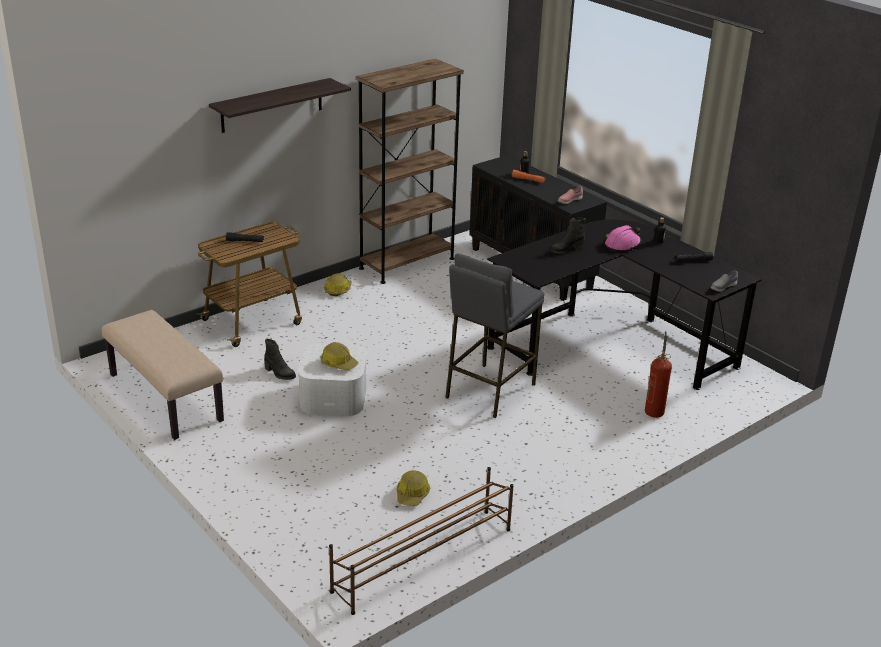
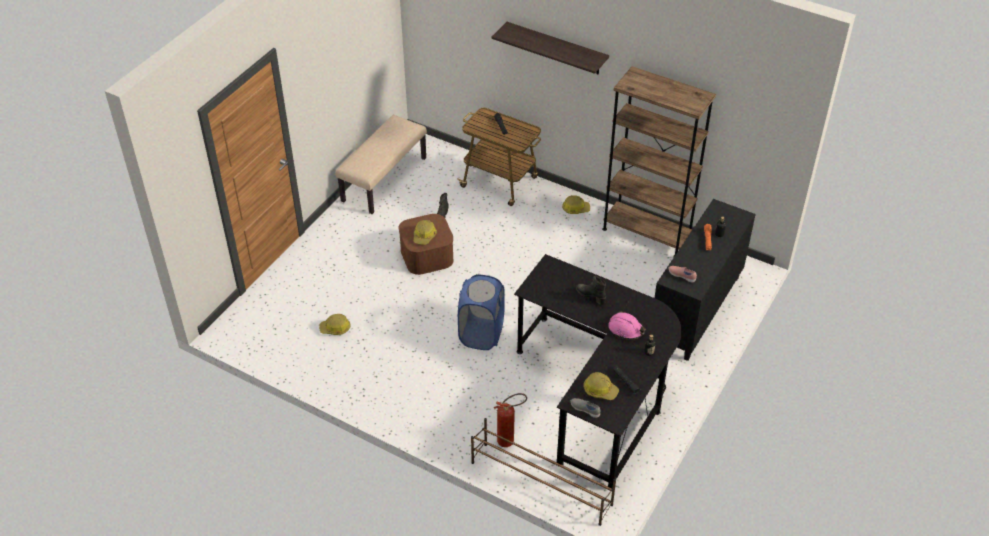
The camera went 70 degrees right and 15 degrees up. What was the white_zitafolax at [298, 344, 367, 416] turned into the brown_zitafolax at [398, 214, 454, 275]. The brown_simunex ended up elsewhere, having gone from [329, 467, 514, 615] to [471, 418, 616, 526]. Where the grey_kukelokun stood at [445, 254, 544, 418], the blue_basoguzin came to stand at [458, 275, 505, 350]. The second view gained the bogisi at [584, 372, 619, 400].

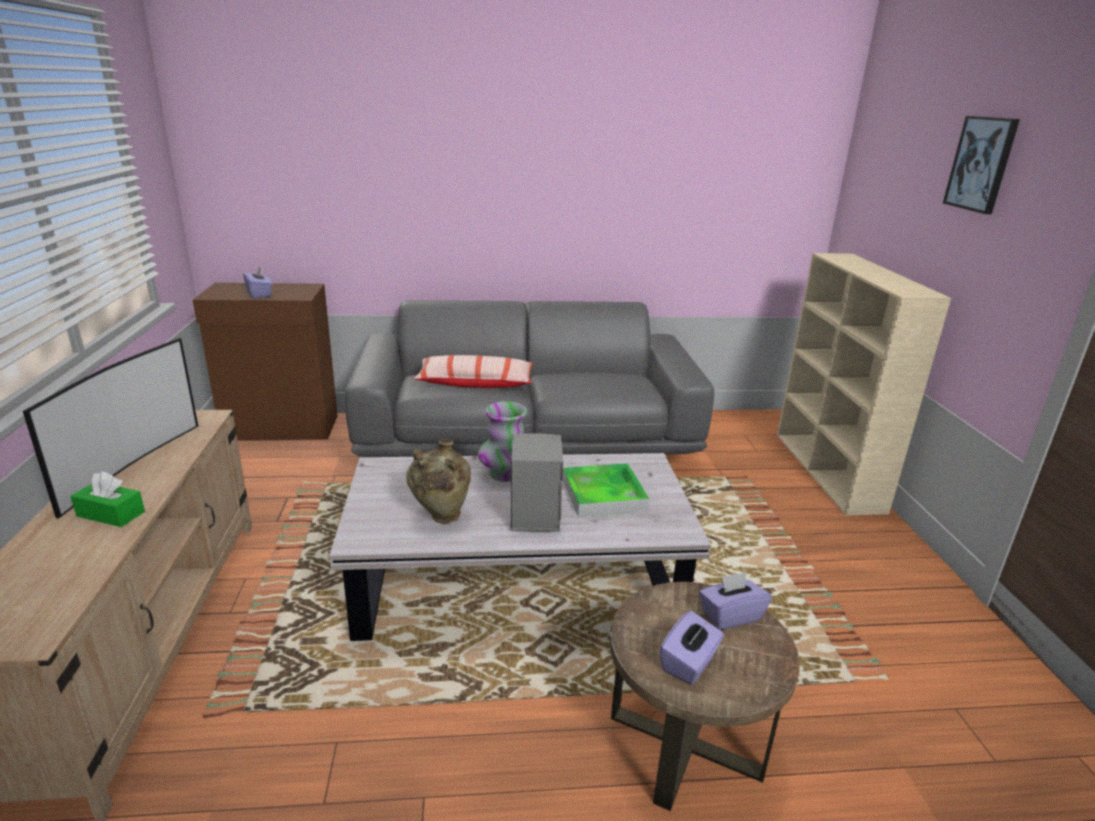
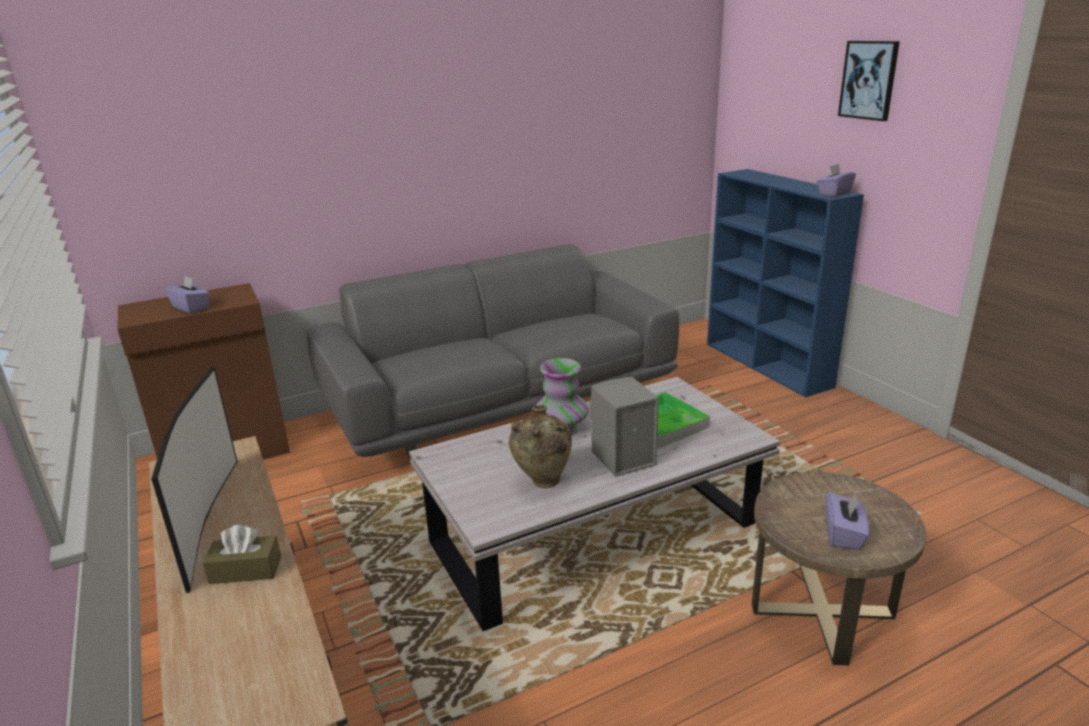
The camera went 20 degrees left and 0 degrees up. What was the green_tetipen at [70, 471, 145, 527] turned into the brown_tetipen at [203, 525, 281, 584]. The second view lost the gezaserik at [414, 355, 533, 388]. The purple_tetipen ended up elsewhere, having gone from [699, 572, 772, 630] to [817, 164, 856, 197]. What was the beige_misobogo at [777, 253, 951, 515] turned into the blue_misobogo at [707, 169, 864, 397].

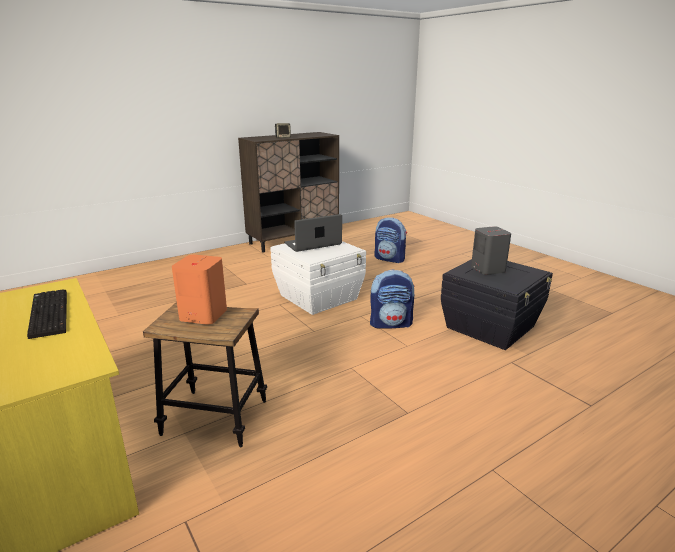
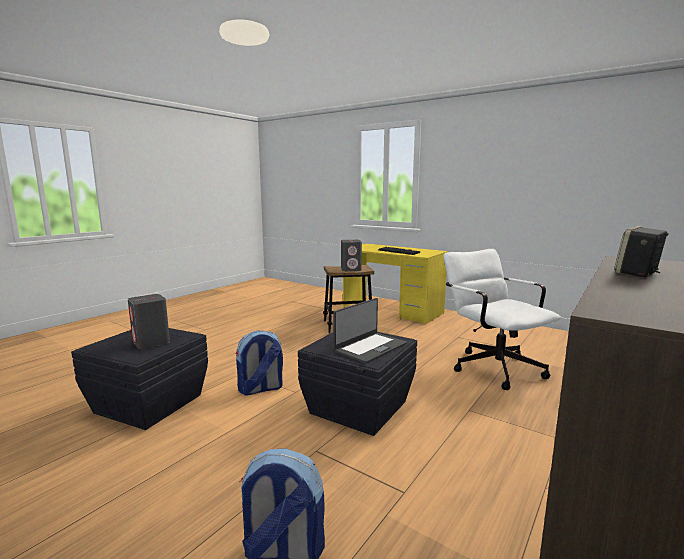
The camera went 160 degrees right and 10 degrees down. What was the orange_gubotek at [172, 255, 227, 325] turned into the grey_gubotek at [341, 240, 362, 271]. What was the white_zitafolax at [270, 241, 366, 315] turned into the black_zitafolax at [298, 332, 417, 436]. The second view gained the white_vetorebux at [443, 249, 561, 390].

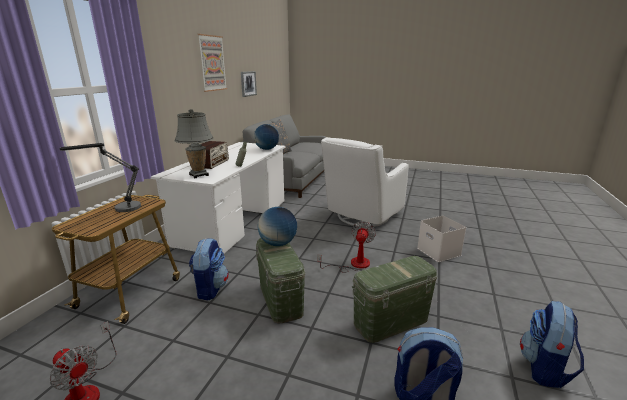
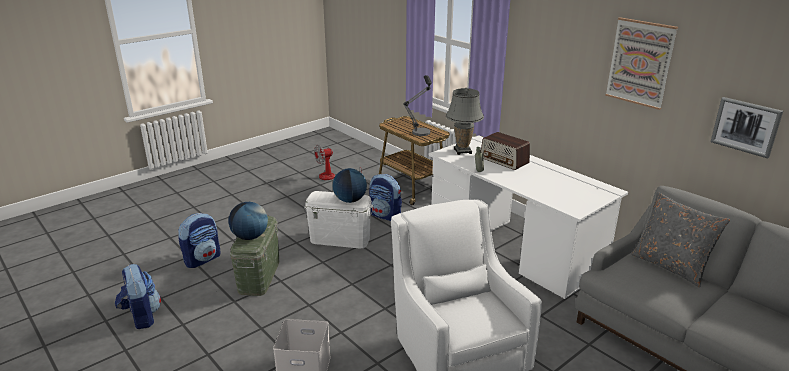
The camera went 120 degrees right and 5 degrees up. The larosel ended up elsewhere, having gone from [254, 124, 279, 150] to [228, 202, 268, 240]. What was the green_zitafolax at [256, 238, 305, 324] turned into the white_zitafolax at [304, 191, 373, 248]. The second view lost the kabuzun at [317, 221, 376, 273].

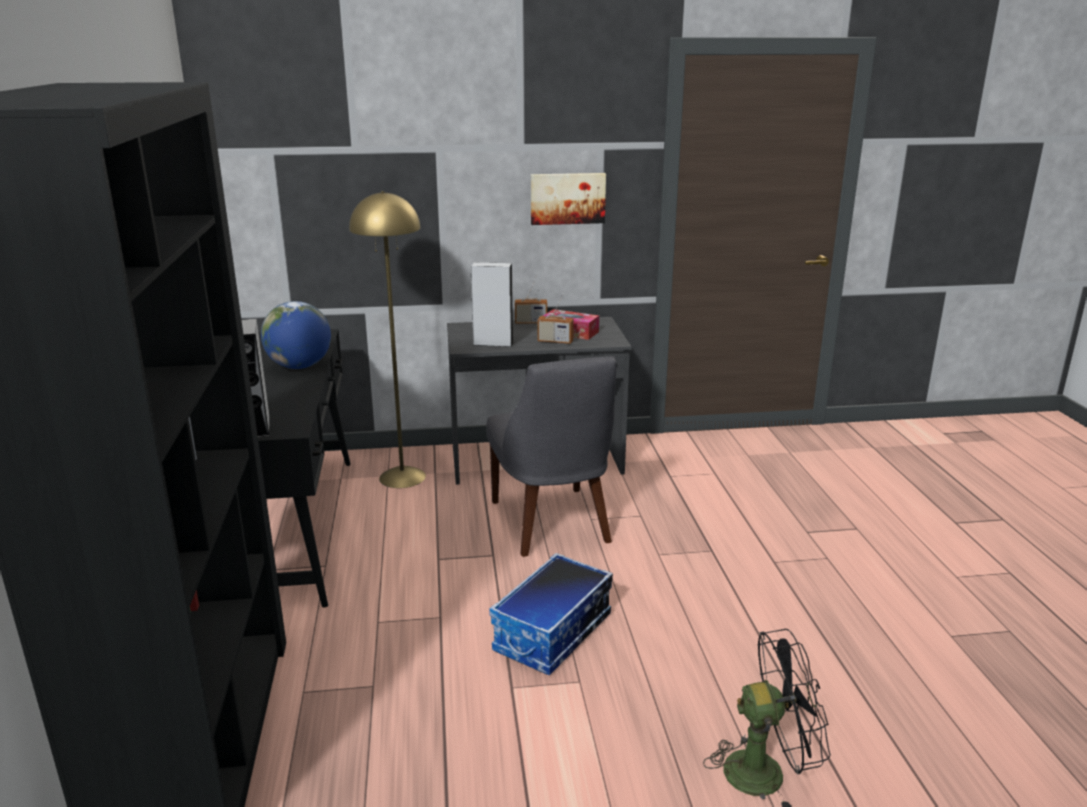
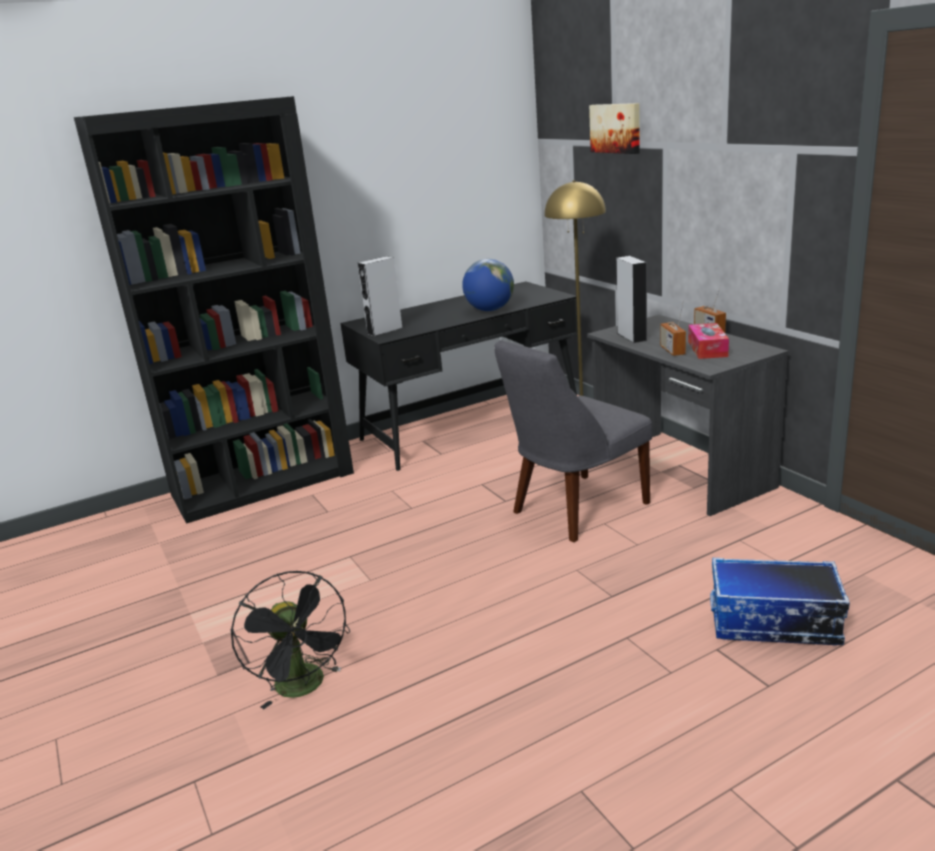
The camera went 70 degrees right and 0 degrees up. The zitafolax ended up elsewhere, having gone from [489, 553, 613, 675] to [710, 558, 850, 645]. The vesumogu ended up elsewhere, having gone from [531, 173, 606, 225] to [589, 103, 640, 154].

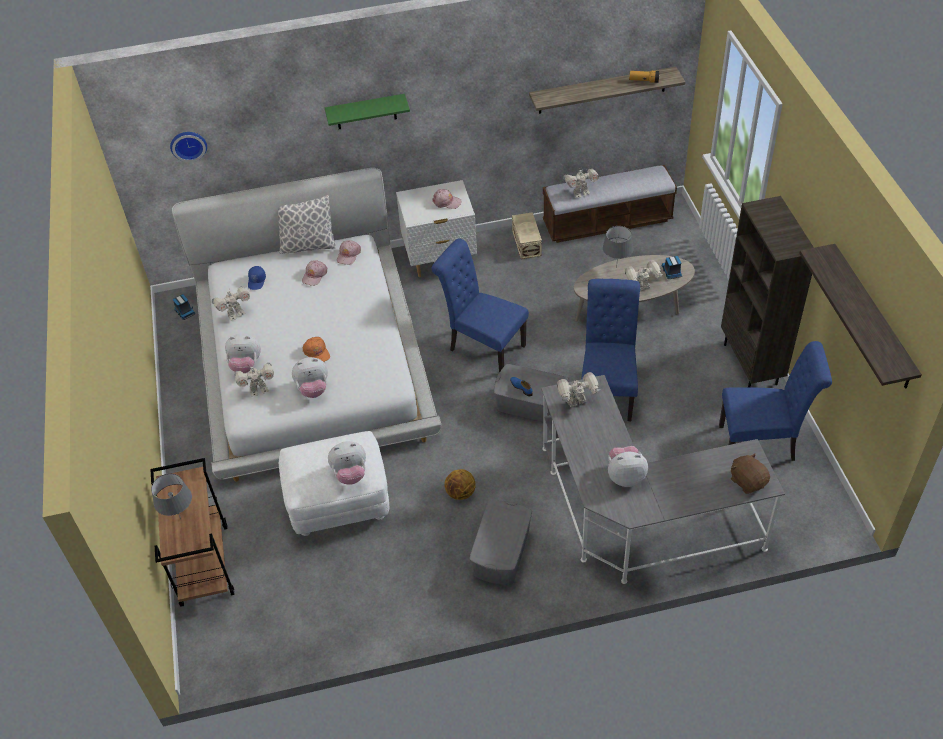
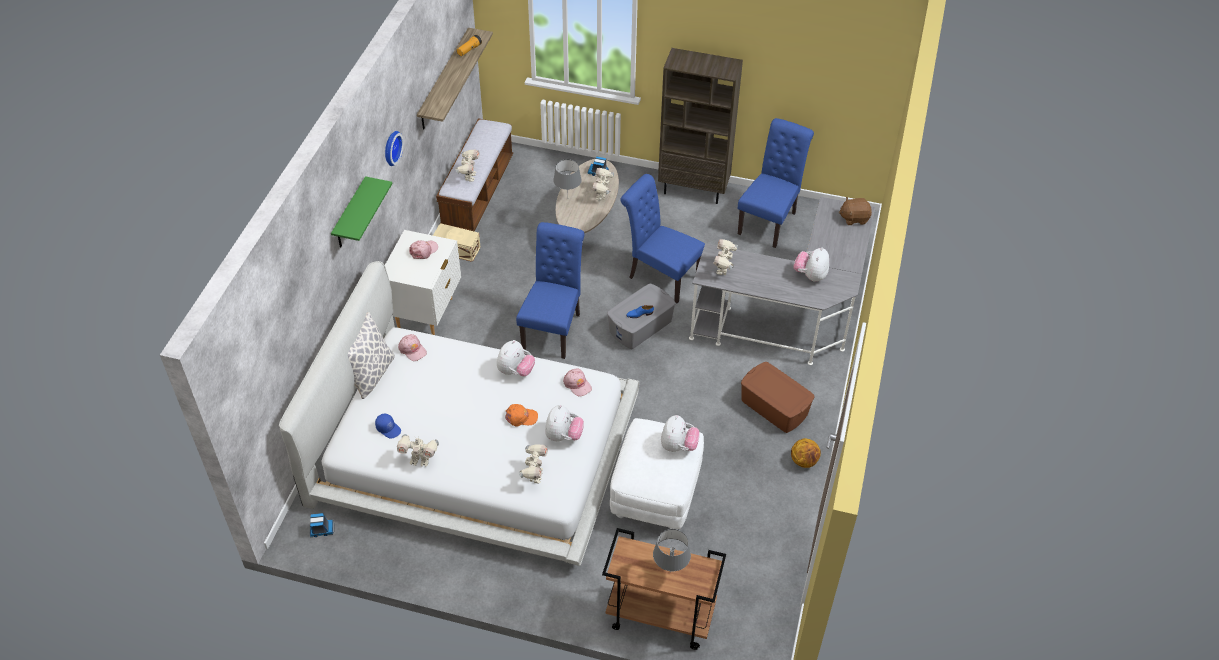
The camera went 65 degrees left and 0 degrees up. The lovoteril ended up elsewhere, having gone from [170, 132, 207, 162] to [385, 131, 404, 166]. The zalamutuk at [212, 286, 250, 321] ended up facing another way, 105 degrees clockwise from before. The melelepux ended up elsewhere, having gone from [225, 334, 261, 373] to [497, 340, 535, 376]. The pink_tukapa ended up elsewhere, having gone from [302, 260, 327, 286] to [563, 368, 592, 397]. The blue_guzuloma at [431, 238, 529, 373] ended up facing another way, 135 degrees clockwise from before. The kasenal ended up elsewhere, having gone from [444, 469, 476, 500] to [791, 438, 821, 468]. What was the grey_zitafolax at [469, 500, 532, 585] turned into the brown_zitafolax at [741, 362, 815, 433]. The second view lost the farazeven at [799, 244, 922, 389].

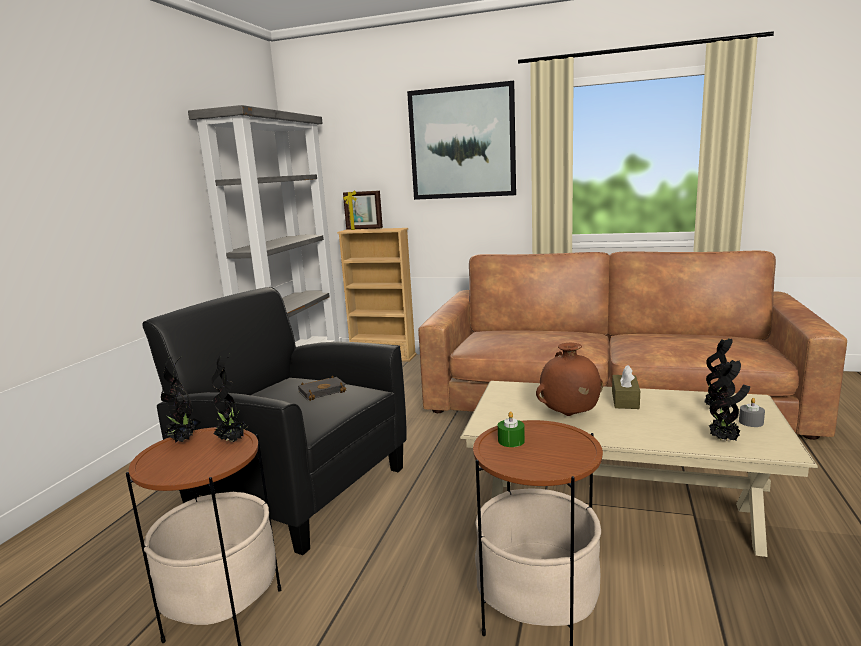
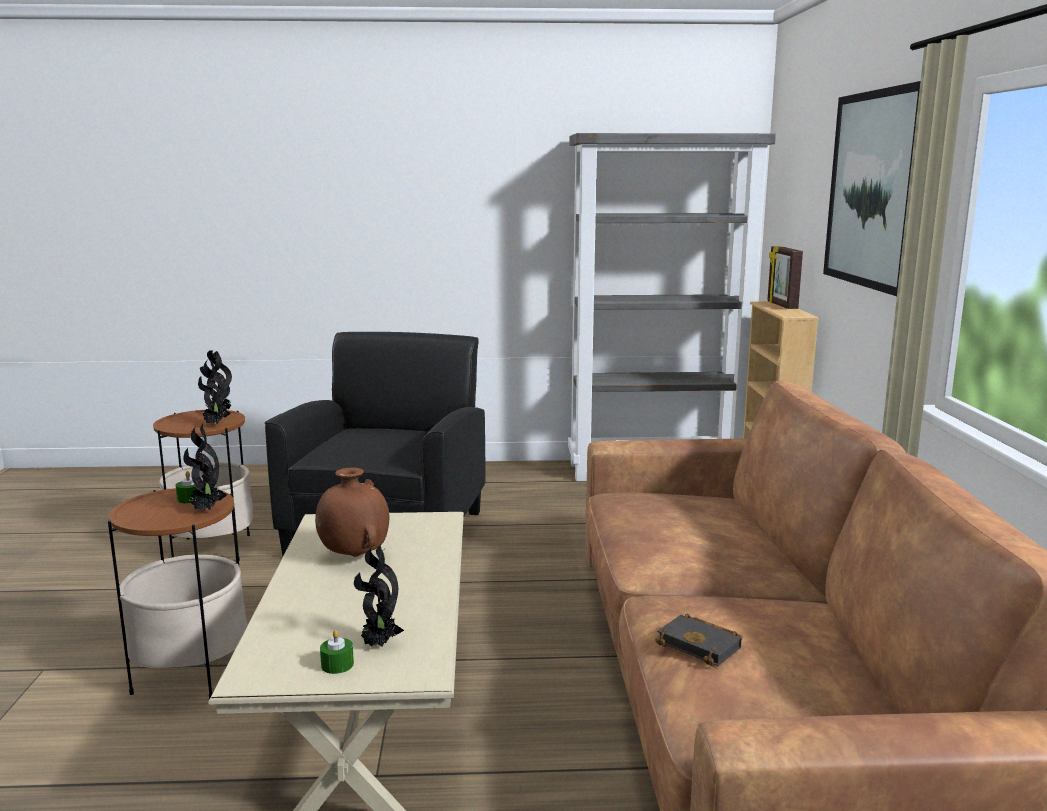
The camera went 70 degrees right and 0 degrees up. The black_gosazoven ended up elsewhere, having gone from [298, 375, 347, 401] to [655, 613, 743, 666]. The second view lost the brown_tetipen at [612, 365, 640, 409]. The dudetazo ended up elsewhere, having gone from [708, 360, 750, 442] to [183, 424, 227, 510]. What was the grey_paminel at [739, 398, 765, 427] turned into the green_paminel at [320, 630, 354, 674].

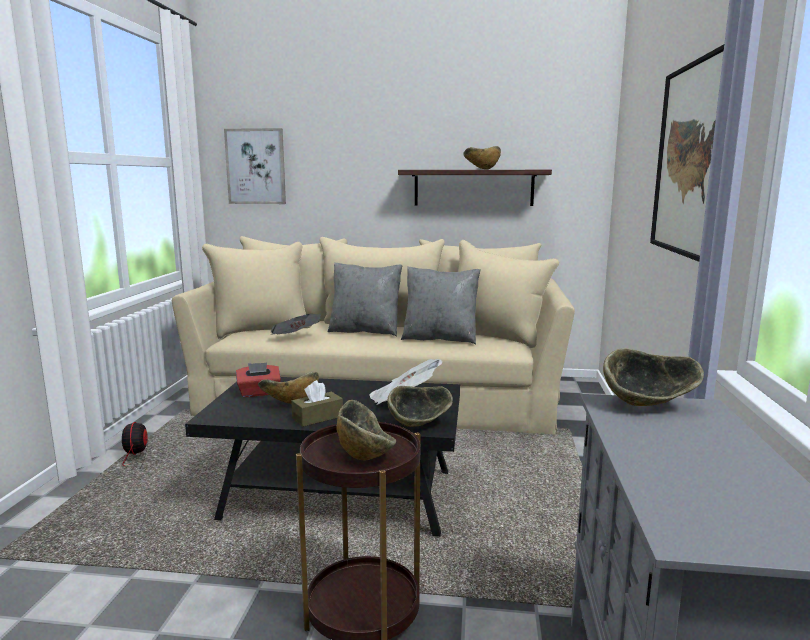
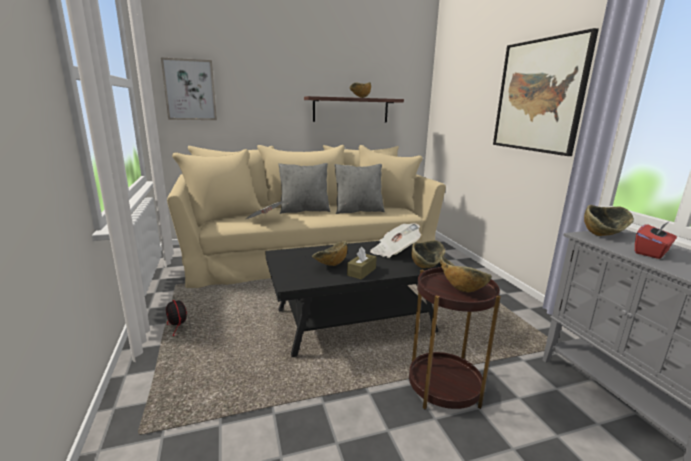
The camera went 25 degrees left and 5 degrees up. The red_tetipen ended up elsewhere, having gone from [236, 363, 281, 397] to [635, 222, 677, 259].

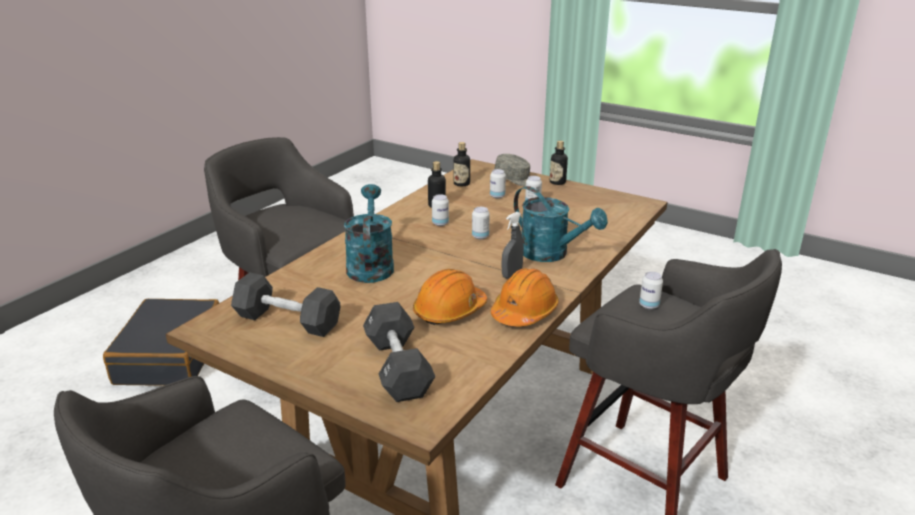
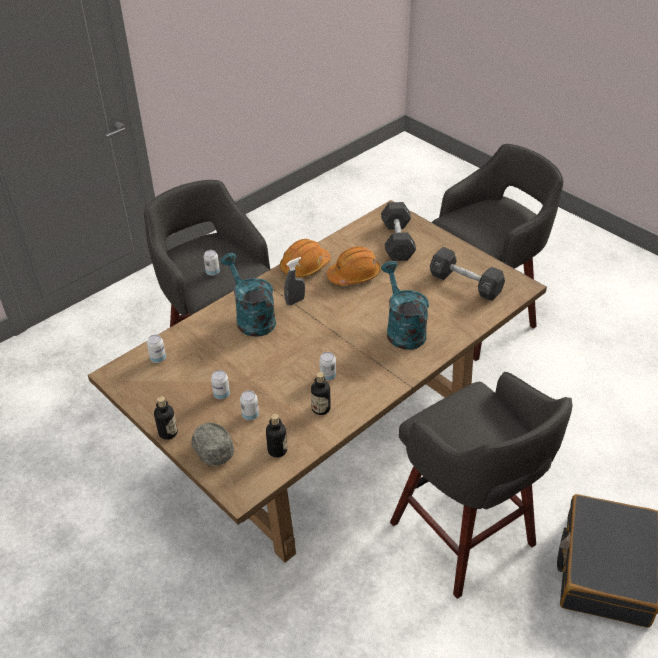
The camera went 165 degrees left and 15 degrees up. The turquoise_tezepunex at [344, 184, 394, 283] ended up facing another way, 150 degrees clockwise from before. The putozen ended up elsewhere, having gone from [472, 207, 490, 239] to [147, 335, 166, 363].

